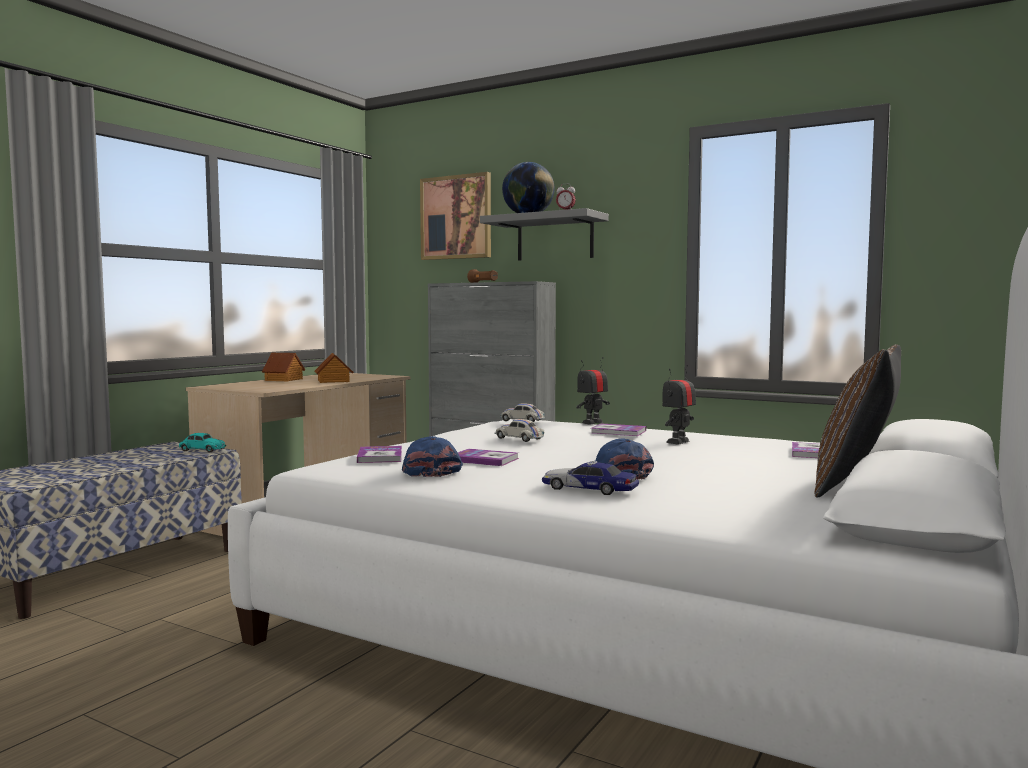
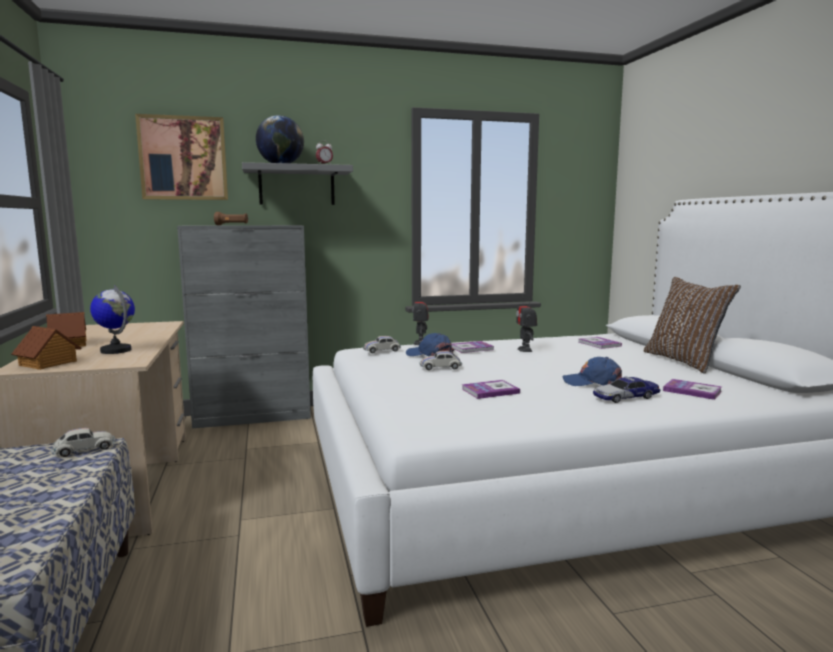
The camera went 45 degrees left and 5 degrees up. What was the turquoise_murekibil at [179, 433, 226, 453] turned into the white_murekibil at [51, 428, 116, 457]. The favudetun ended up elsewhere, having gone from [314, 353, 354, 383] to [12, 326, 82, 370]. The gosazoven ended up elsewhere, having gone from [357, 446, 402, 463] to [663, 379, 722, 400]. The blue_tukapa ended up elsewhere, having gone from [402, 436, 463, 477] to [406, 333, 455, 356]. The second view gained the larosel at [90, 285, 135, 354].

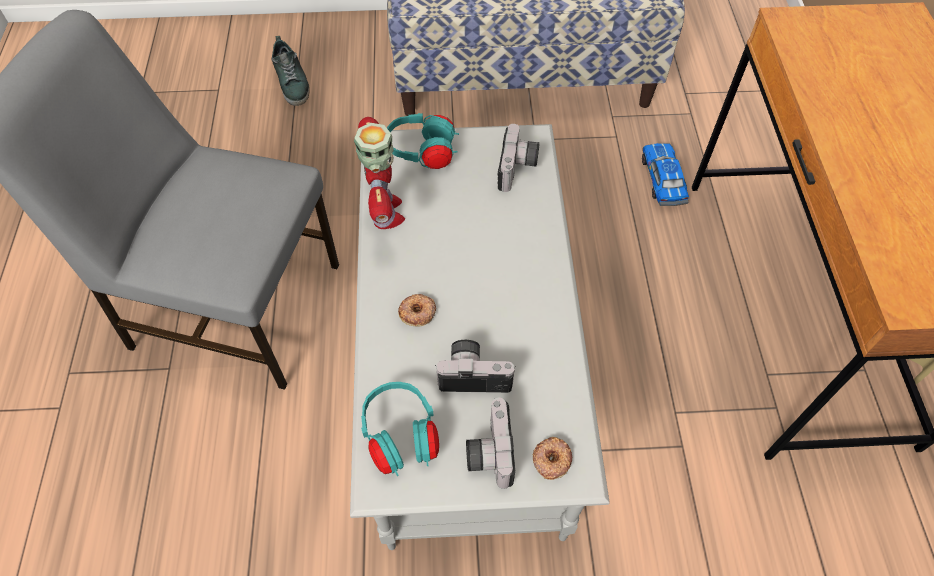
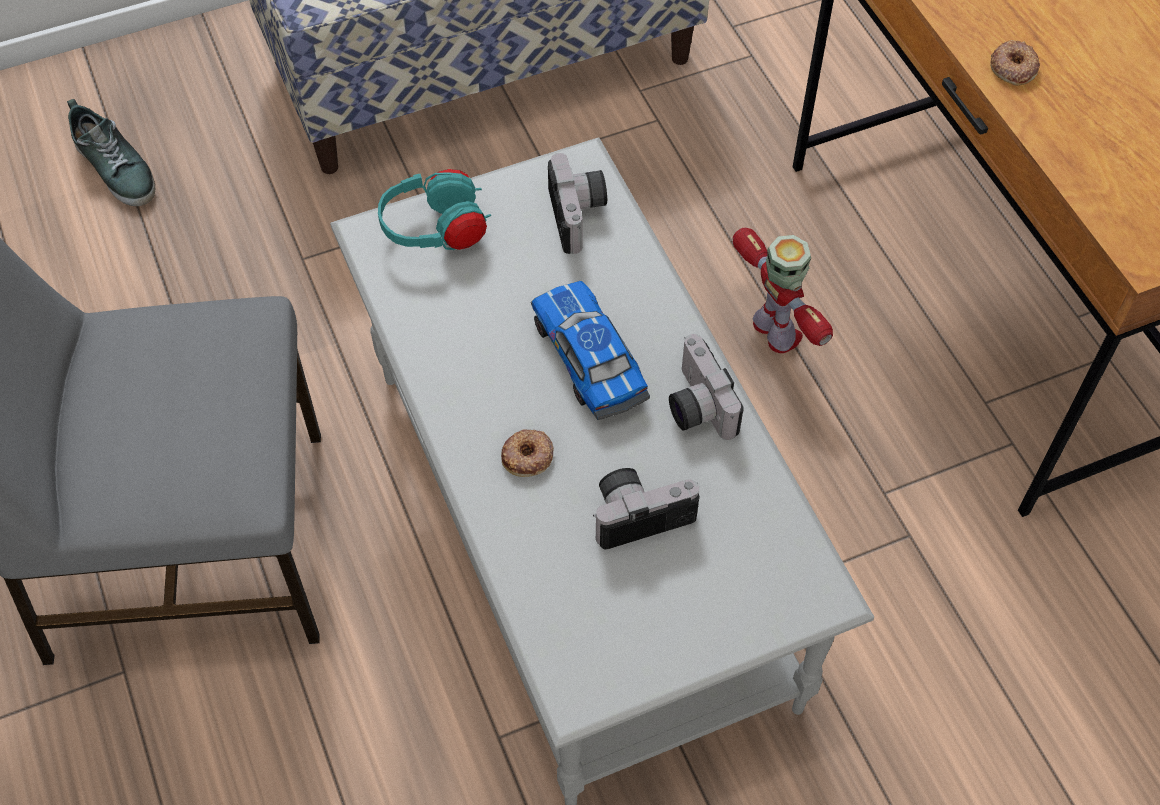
The camera went 20 degrees left and 0 degrees up. The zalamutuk ended up elsewhere, having gone from [354, 117, 405, 229] to [733, 227, 833, 353]. The second view lost the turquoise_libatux at [361, 382, 439, 476]. The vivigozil ended up elsewhere, having gone from [466, 398, 515, 489] to [669, 334, 744, 440]. The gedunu ended up elsewhere, having gone from [533, 437, 572, 480] to [990, 40, 1040, 85]. The murekibil ended up elsewhere, having gone from [642, 143, 689, 206] to [531, 281, 650, 420].

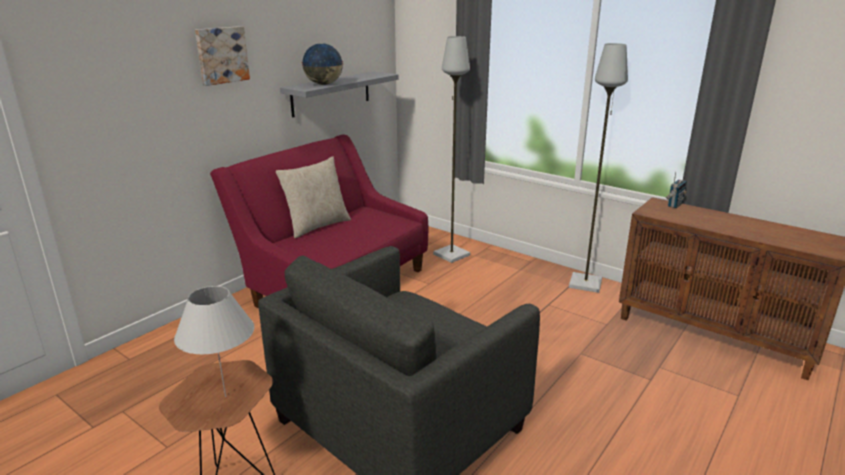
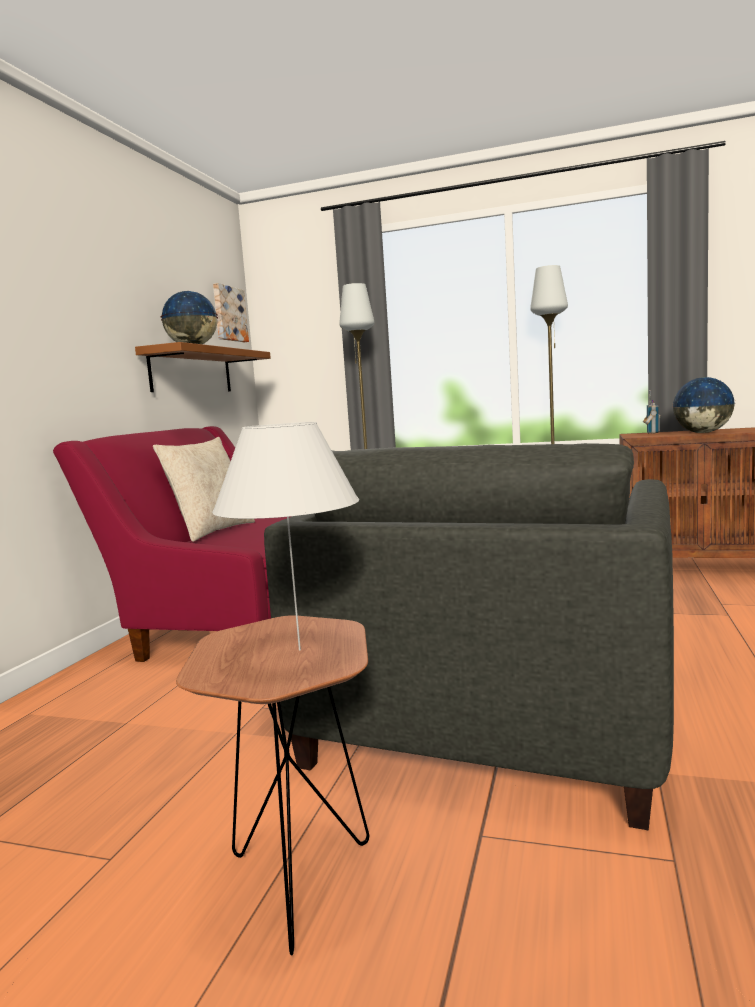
The camera went 20 degrees left and 15 degrees down. The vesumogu ended up elsewhere, having gone from [195, 26, 250, 86] to [213, 283, 249, 342]. What was the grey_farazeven at [280, 72, 398, 118] turned into the brown_farazeven at [135, 342, 271, 392]. The second view gained the larosel at [673, 377, 736, 433].

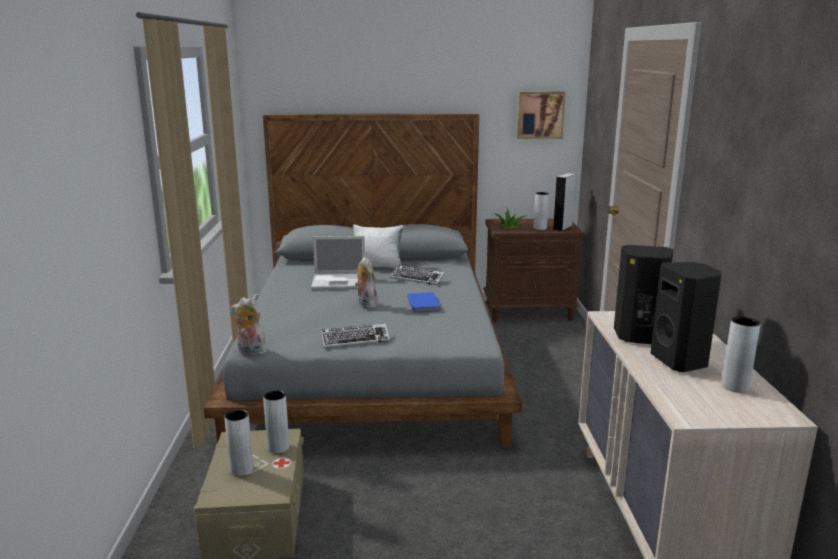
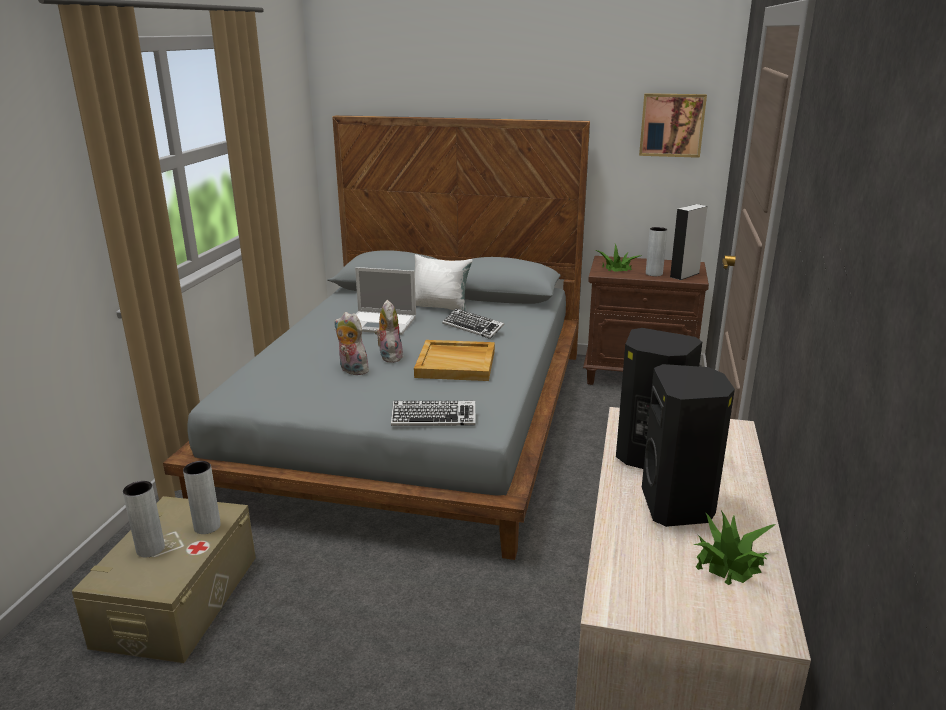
The camera went 15 degrees right and 5 degrees up. The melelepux ended up elsewhere, having gone from [231, 297, 267, 356] to [334, 312, 370, 375]. The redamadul ended up elsewhere, having gone from [321, 323, 390, 348] to [391, 401, 475, 426]. Where the blue_gosazoven stood at [407, 292, 441, 313], the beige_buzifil came to stand at [414, 340, 495, 381]. Where the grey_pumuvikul stood at [721, 316, 760, 393], the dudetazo came to stand at [693, 510, 776, 585].

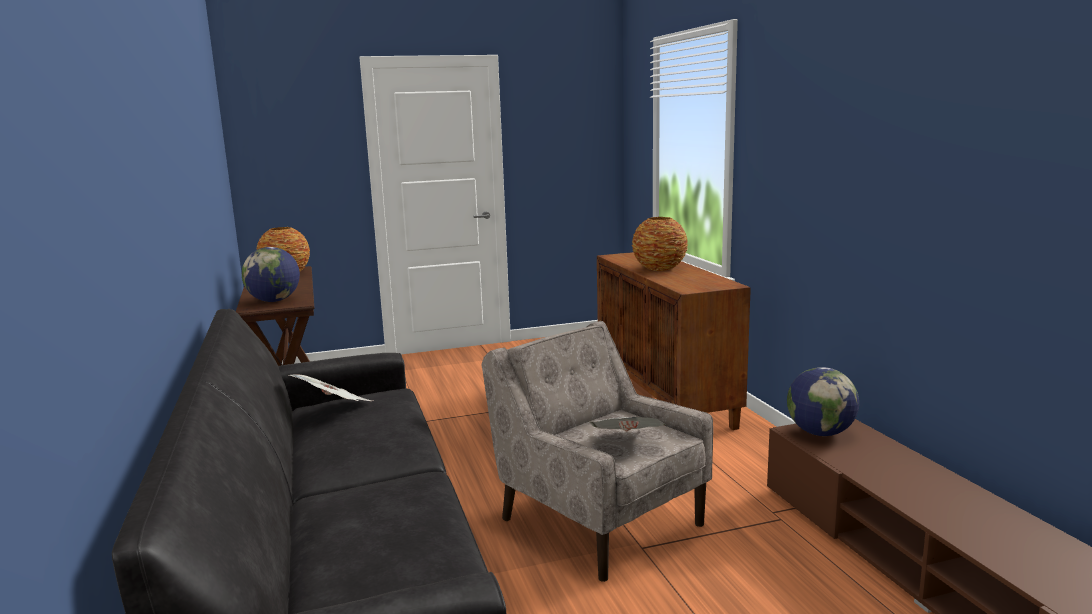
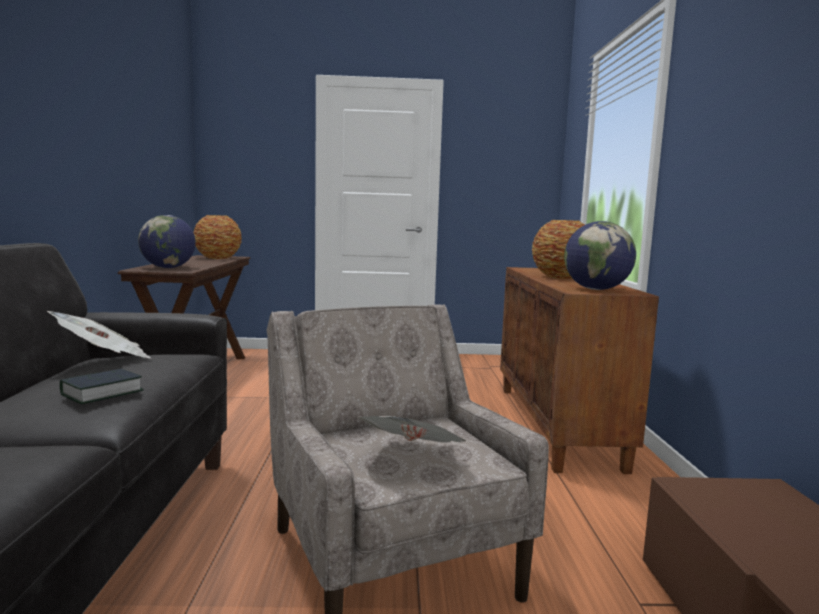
The camera went 15 degrees right and 5 degrees down. The larosel ended up elsewhere, having gone from [787, 367, 859, 436] to [564, 221, 636, 290]. The second view gained the gosazoven at [60, 369, 144, 404].

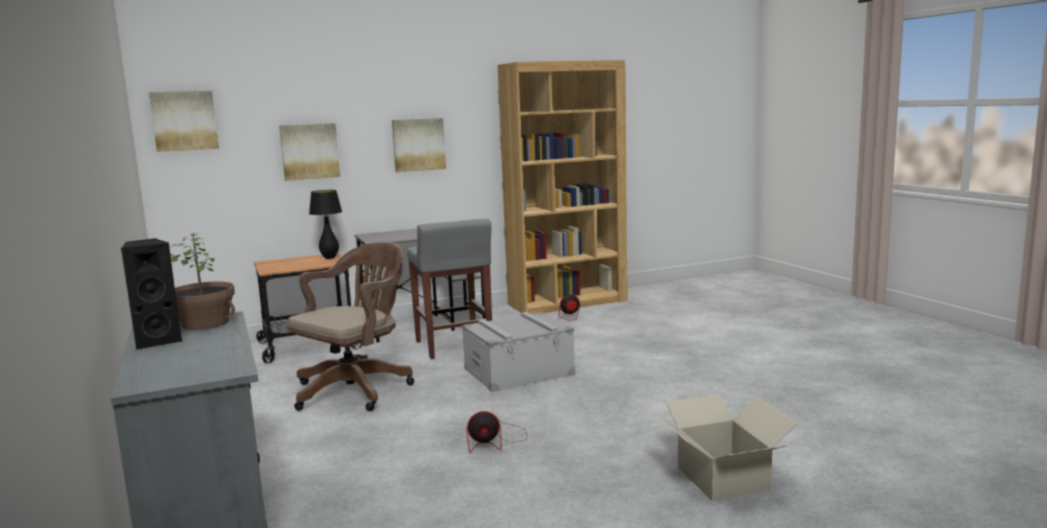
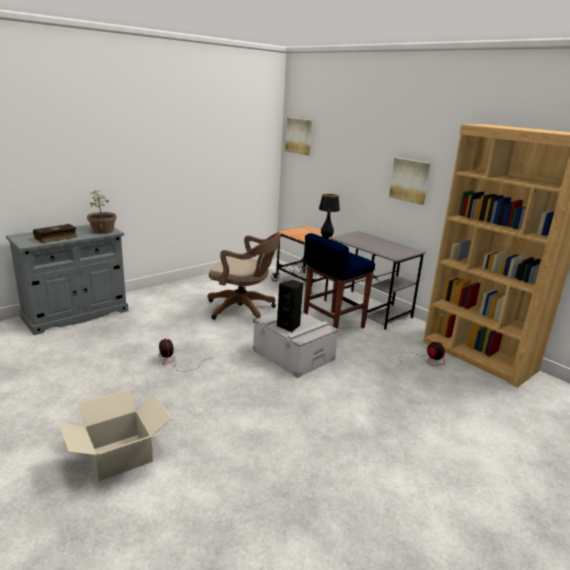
The camera went 70 degrees right and 10 degrees up. The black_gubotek ended up elsewhere, having gone from [121, 238, 182, 350] to [277, 280, 303, 332]. The second view lost the vesumogu at [279, 123, 340, 181]. What was the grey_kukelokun at [407, 219, 492, 359] turned into the blue_kukelokun at [303, 233, 375, 329]. The second view gained the gosazoven at [33, 224, 77, 243].

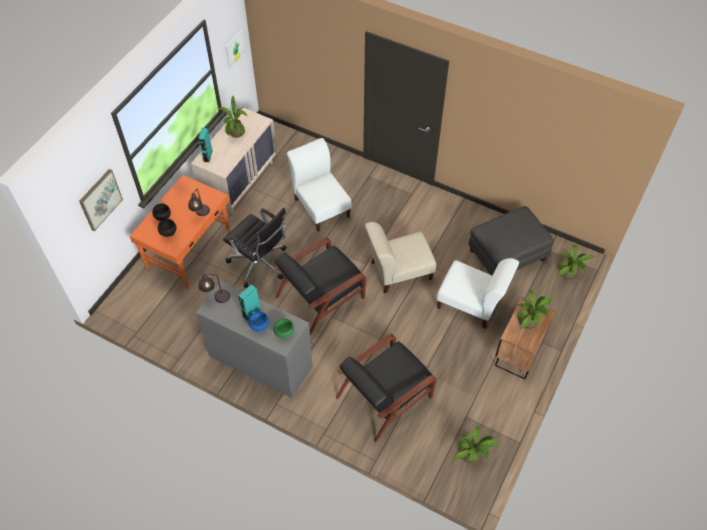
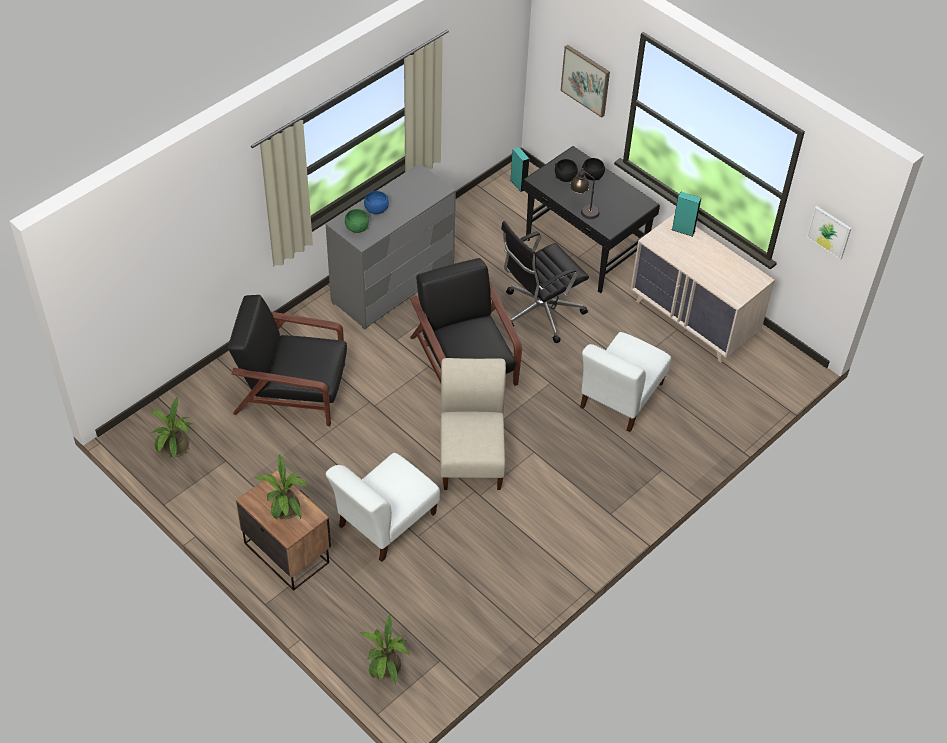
The camera went 105 degrees right and 5 degrees down. What was the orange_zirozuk at [130, 175, 230, 289] turned into the black_zirozuk at [522, 146, 660, 293]. The second view lost the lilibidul at [198, 273, 230, 303]. The second view lost the dudetazo at [217, 95, 247, 138]. The turquoise_gubotek ended up elsewhere, having gone from [238, 284, 261, 320] to [511, 147, 529, 192]. The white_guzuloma at [287, 138, 351, 232] ended up facing another way, 135 degrees clockwise from before. The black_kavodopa at [336, 333, 437, 442] ended up facing another way, 60 degrees counterclockwise from before. The second view lost the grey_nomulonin at [468, 206, 554, 276].

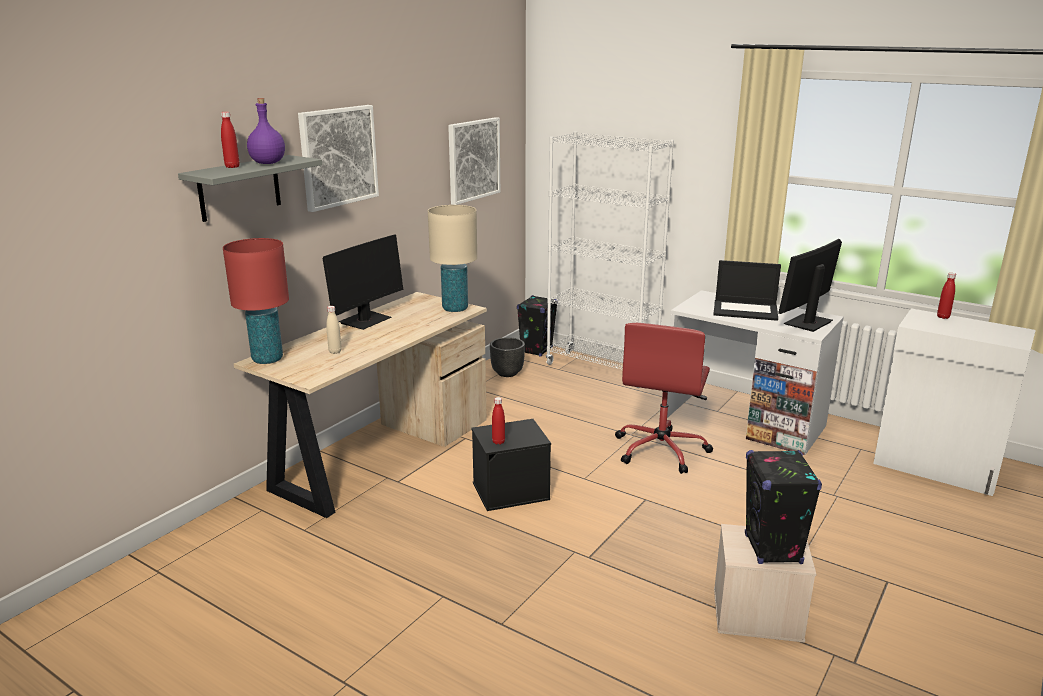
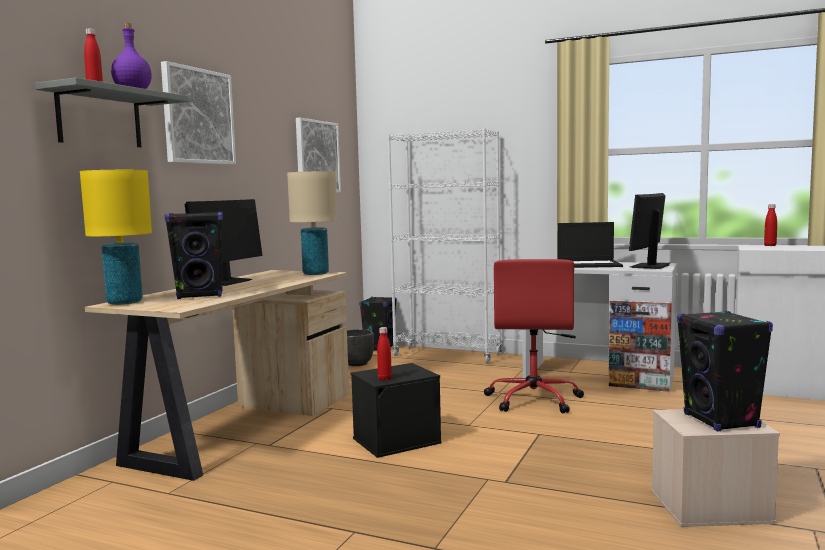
The camera went 10 degrees left and 15 degrees down. What was the red_lilibidul at [223, 238, 289, 364] turned into the yellow_lilibidul at [80, 170, 152, 305]. Where the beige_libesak stood at [326, 306, 342, 354], the black_gubotek came to stand at [165, 211, 223, 299].

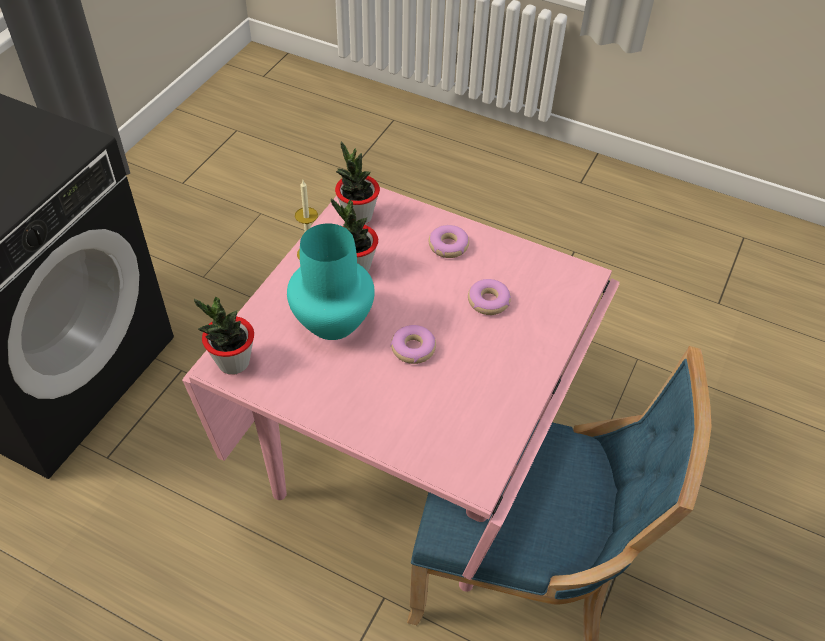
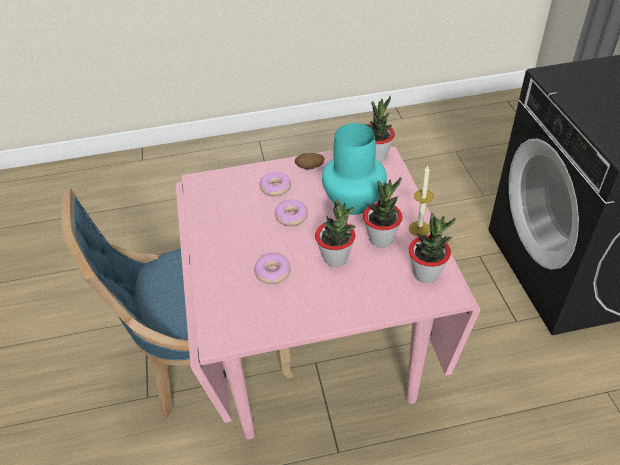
The camera went 145 degrees right and 5 degrees down. The gedunu ended up elsewhere, having gone from [429, 225, 469, 258] to [260, 172, 291, 196]. The second view gained the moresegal at [295, 153, 324, 169]. The second view gained the dudetazo at [315, 198, 356, 267].

